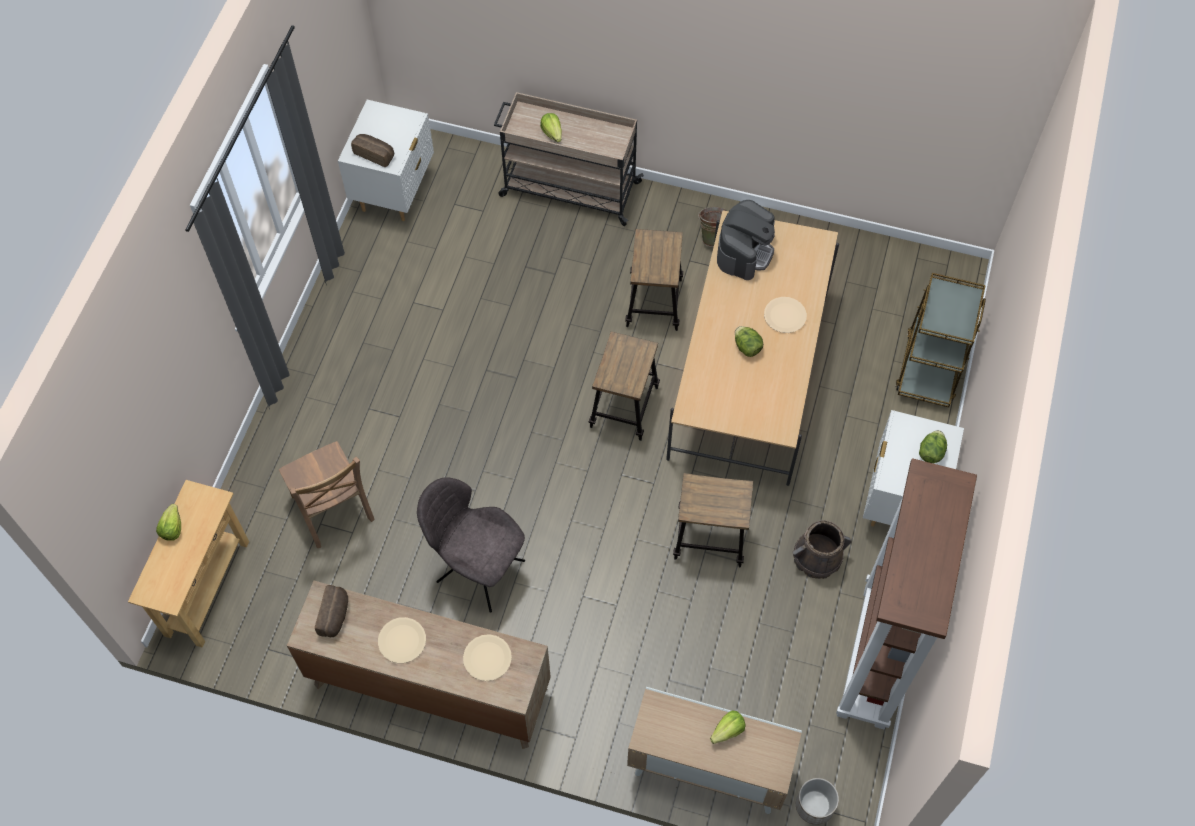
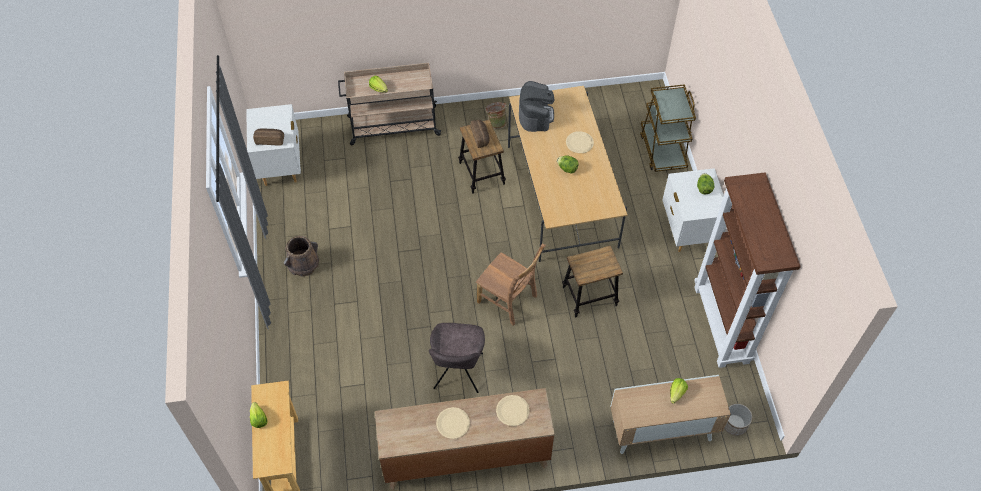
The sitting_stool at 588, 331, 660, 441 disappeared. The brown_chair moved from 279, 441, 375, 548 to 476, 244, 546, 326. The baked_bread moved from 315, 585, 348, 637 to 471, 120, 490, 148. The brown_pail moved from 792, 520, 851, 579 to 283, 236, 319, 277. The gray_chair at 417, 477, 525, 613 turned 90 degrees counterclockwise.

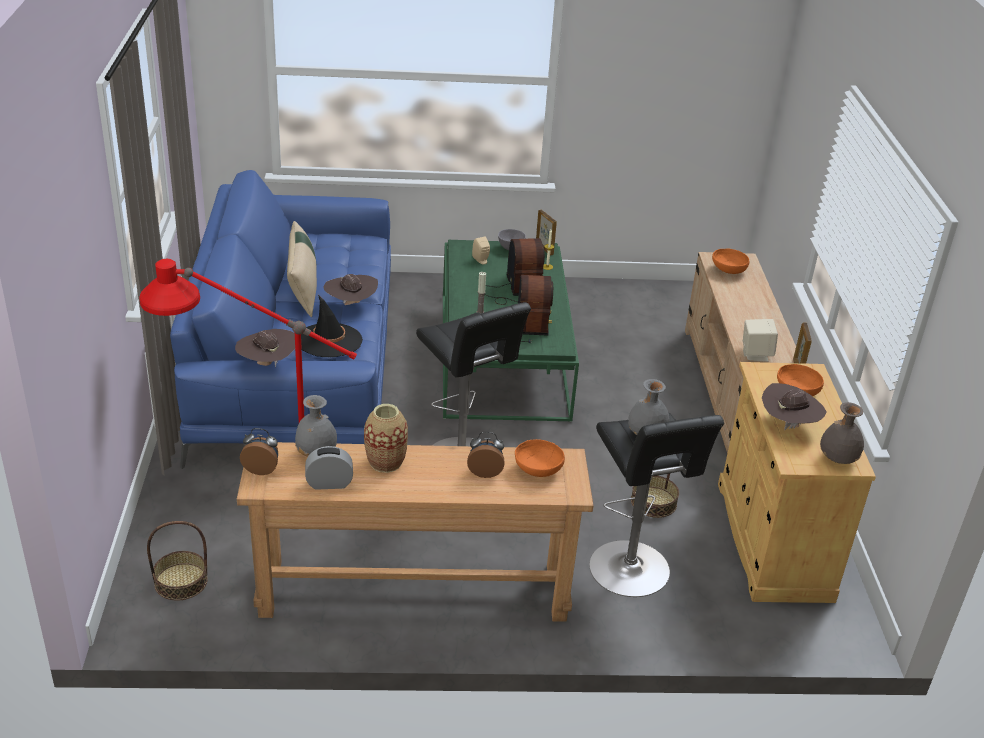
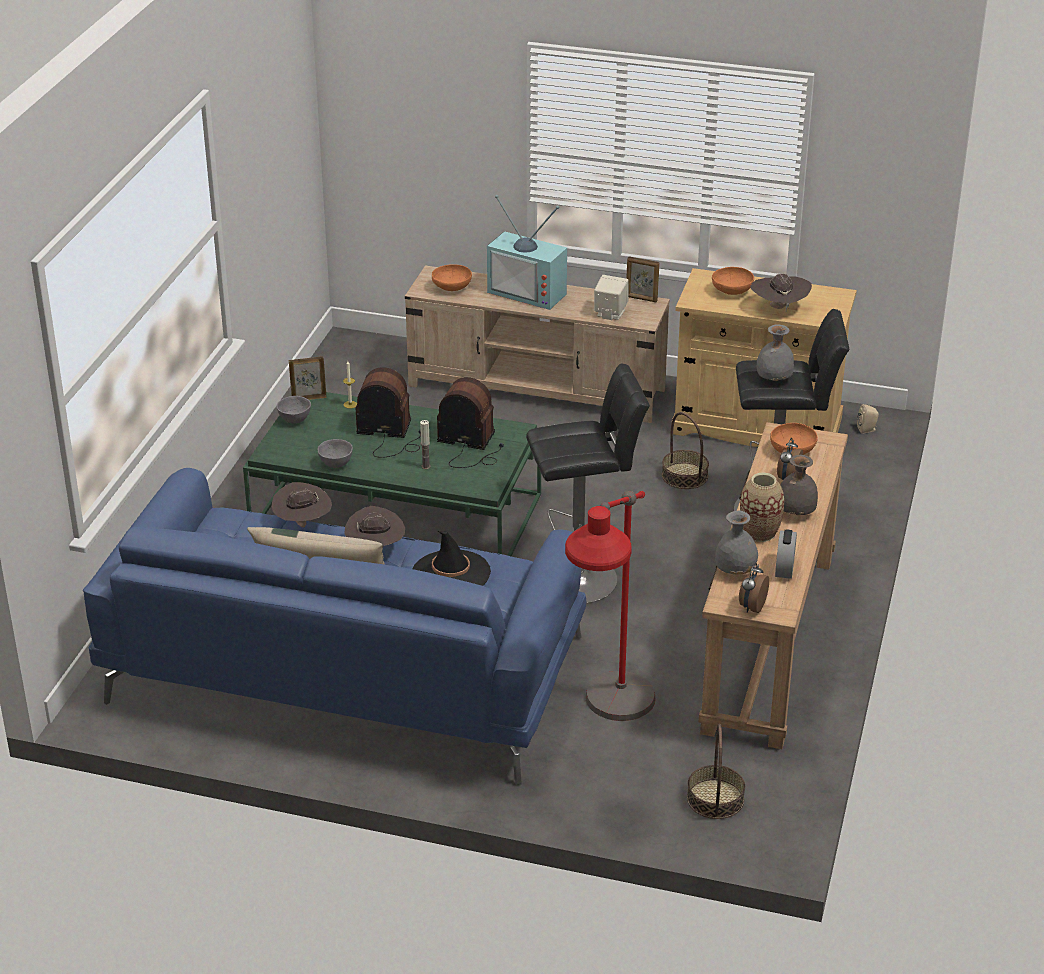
The gray_serving_bowl at 318, 439, 353, 468 appeared. The TV_set at 487, 195, 567, 310 appeared. The brown_clothing_hat moved from 235, 329, 295, 367 to 272, 482, 332, 528. The beige-coloured_speaker moved from 472, 237, 490, 264 to 857, 404, 879, 434. The gray_decorative_vase moved from 820, 402, 864, 464 to 781, 455, 818, 515.

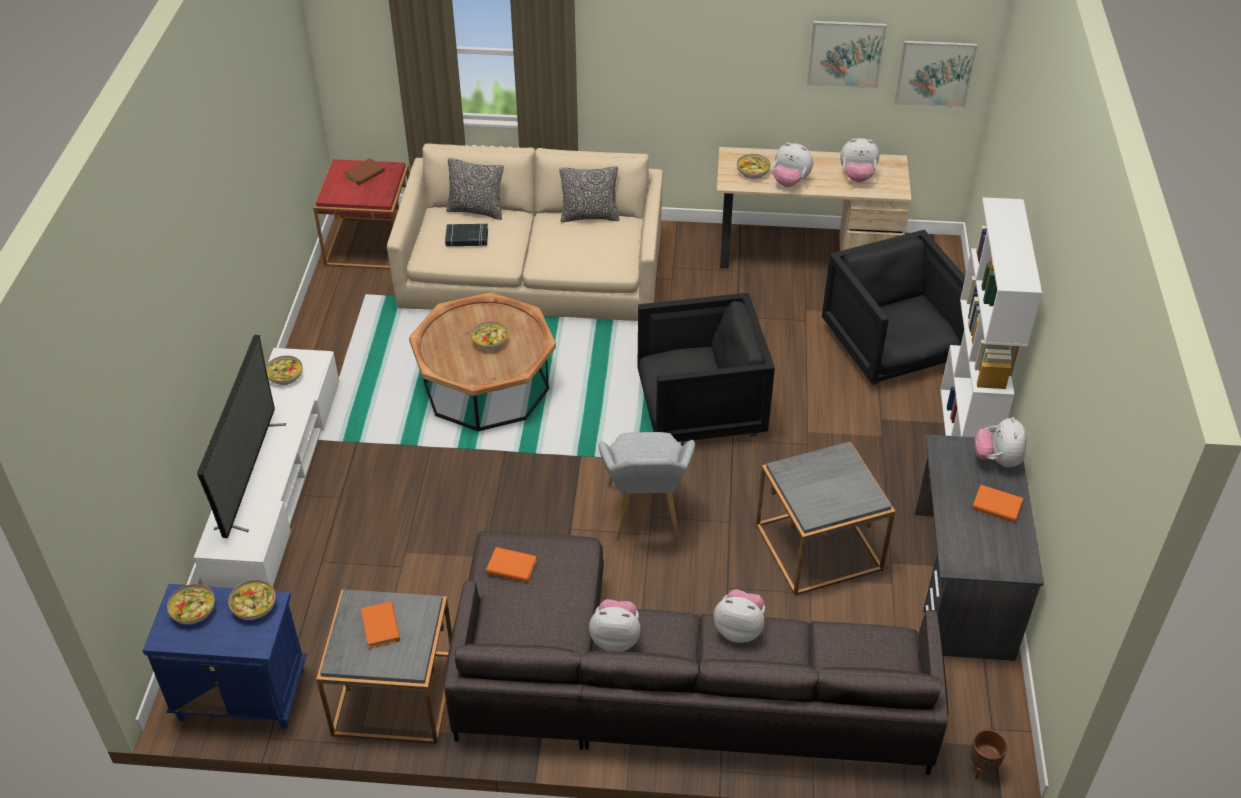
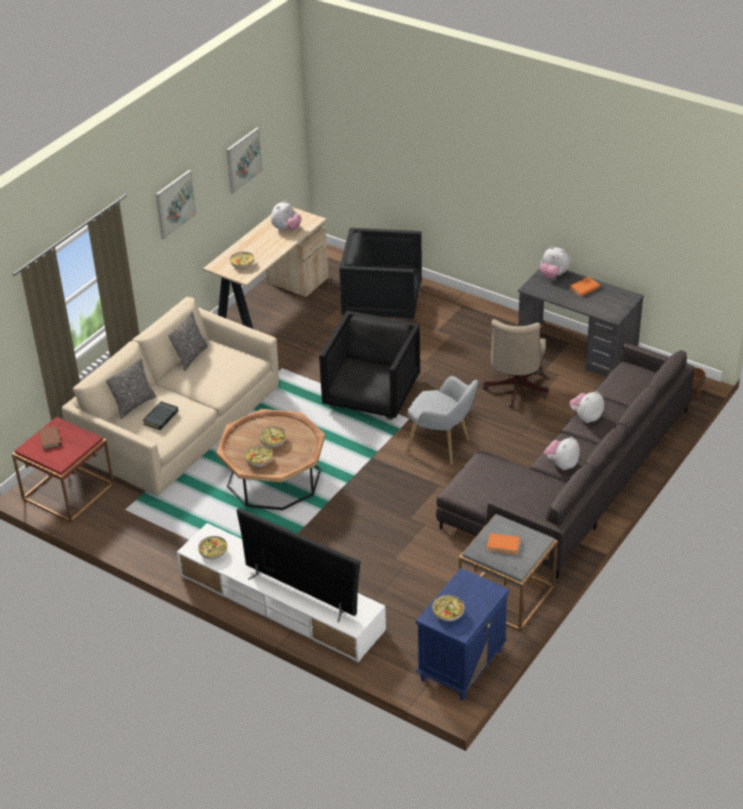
The orange-coloured_volume at 486, 547, 537, 582 disappeared. The plush_toy at 773, 142, 813, 187 disappeared. The white-coloured_shelving_unit at 940, 197, 1042, 438 disappeared. The serving_bowl moved from 228, 580, 276, 620 to 245, 445, 272, 467. The wall_picture moved from 894, 41, 977, 108 to 156, 170, 196, 239. The gray_side_table at 756, 442, 896, 595 was replaced by the beige-coloured_office_chair at 483, 319, 548, 408.

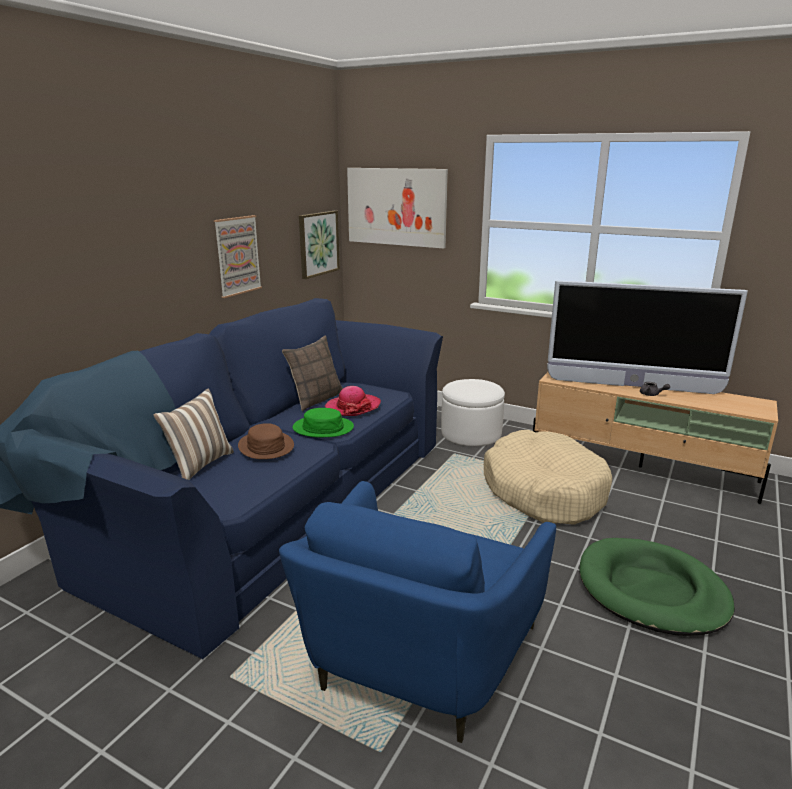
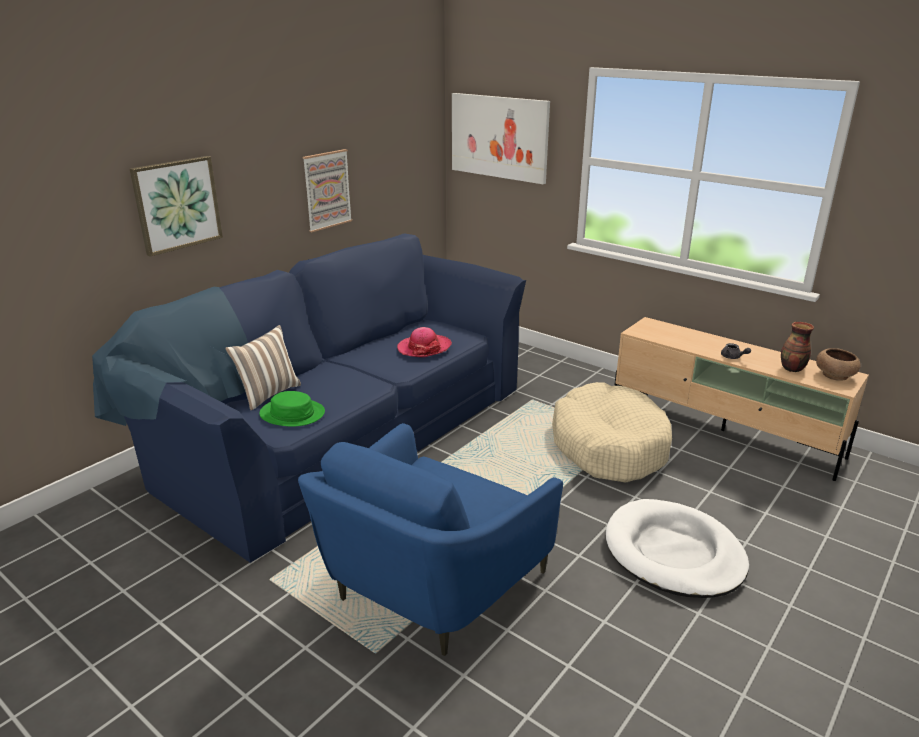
The brown_clothing_hat at 238, 423, 294, 459 disappeared. The throw_pillow at 282, 335, 343, 411 disappeared. The white-coloured_ottoman at 441, 379, 505, 446 disappeared. The TV_set at 547, 280, 748, 394 disappeared. The decorative_vase at 781, 322, 814, 372 appeared. The brown_serving_bowl at 816, 348, 861, 381 appeared. The green_clothing_hat moved from 293, 408, 354, 437 to 259, 391, 325, 427. The wall_picture moved from 299, 211, 340, 279 to 130, 156, 223, 257. The green_dog_bed at 579, 538, 735, 636 became the white-coloured_dog_bed at 606, 499, 749, 598.

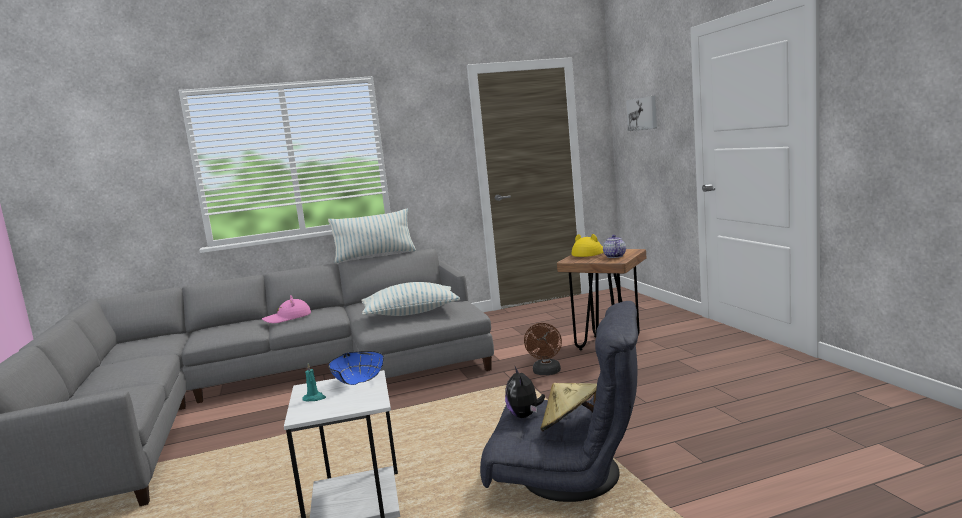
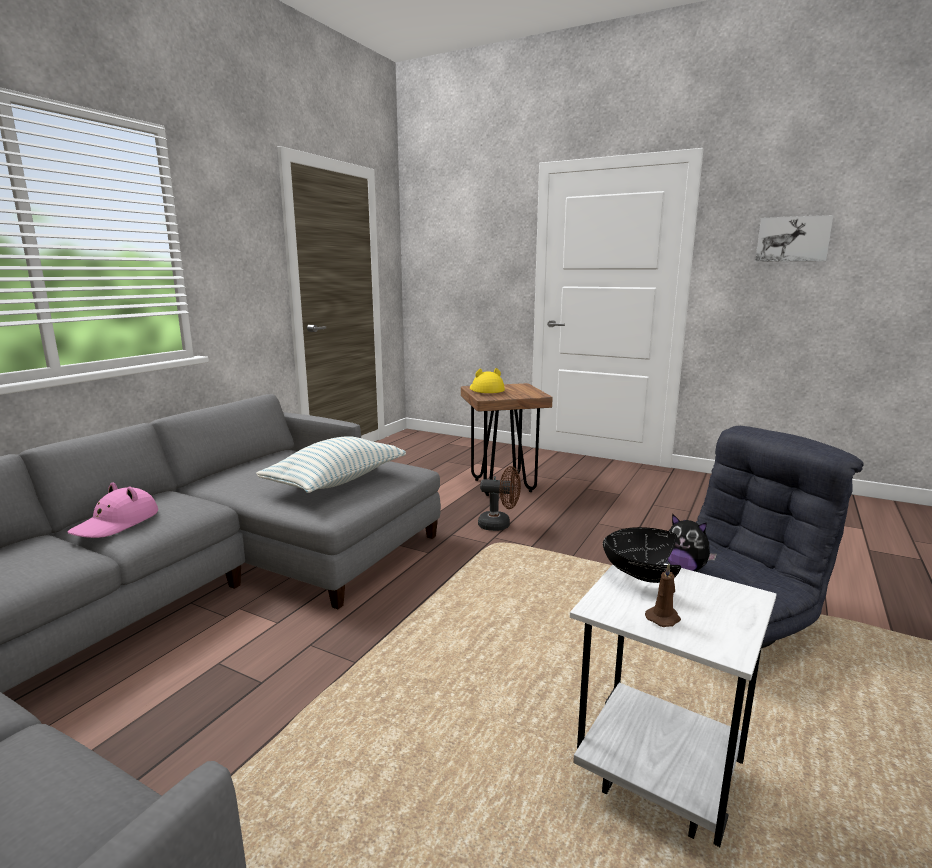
The throw_pillow at 328, 208, 416, 263 disappeared. The beige-coloured_clothing_hat at 540, 383, 597, 431 disappeared. The pot_for_tea at 603, 235, 626, 258 disappeared. The wall_picture moved from 626, 96, 657, 131 to 755, 215, 833, 262. The turquoise-coloured_candle at 302, 363, 326, 401 became the brown_candle at 645, 563, 681, 627. The blue-coloured_serving_bowl at 328, 351, 384, 385 became the black-coloured_serving_bowl at 603, 527, 681, 583. The brown_electric_fan at 524, 323, 562, 375 turned 45 degrees counterclockwise.

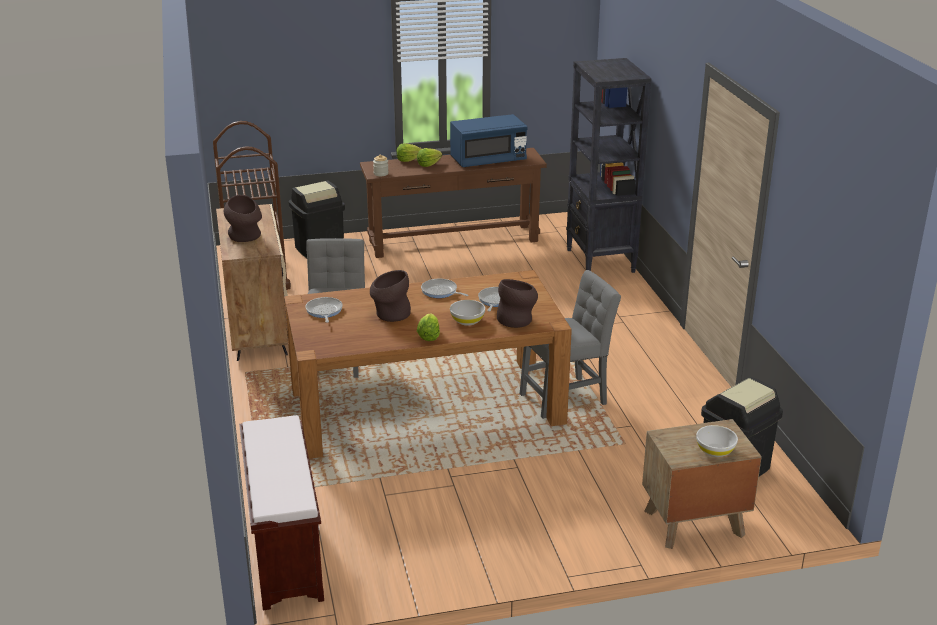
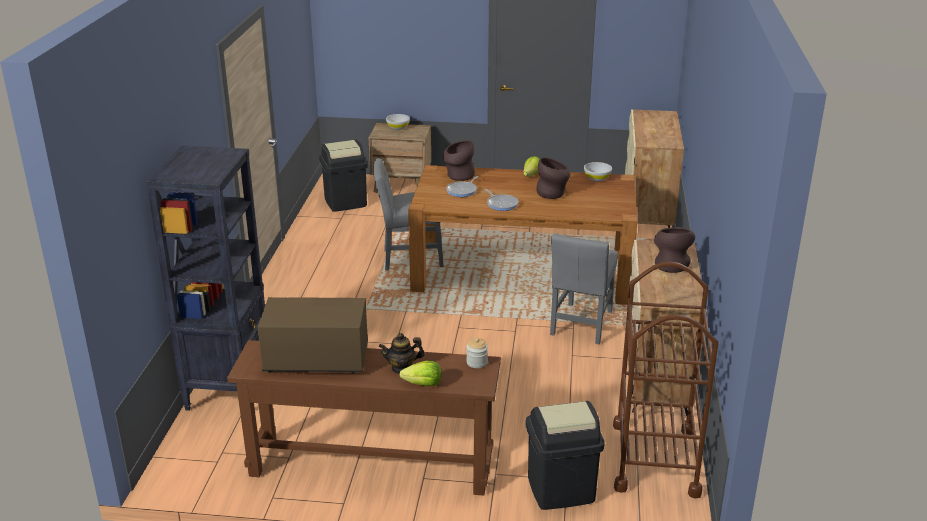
The pan at 305, 297, 343, 323 disappeared. The white-coloured_serving_bowl moved from 450, 300, 485, 326 to 584, 162, 612, 181. The brown_indoor_bench at 239, 415, 324, 610 was replaced by the beige-coloured_cabinet at 625, 110, 684, 228. The lettuce at 417, 148, 442, 167 was replaced by the pot_for_tea at 379, 333, 425, 374. The blue-coloured_microwave_oven at 450, 114, 528, 167 became the brown_microwave_oven at 258, 297, 368, 373.

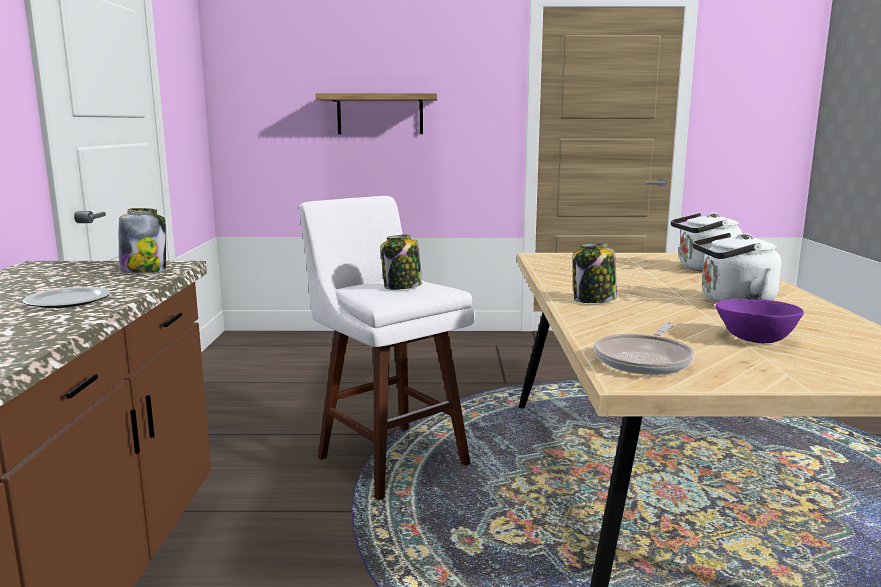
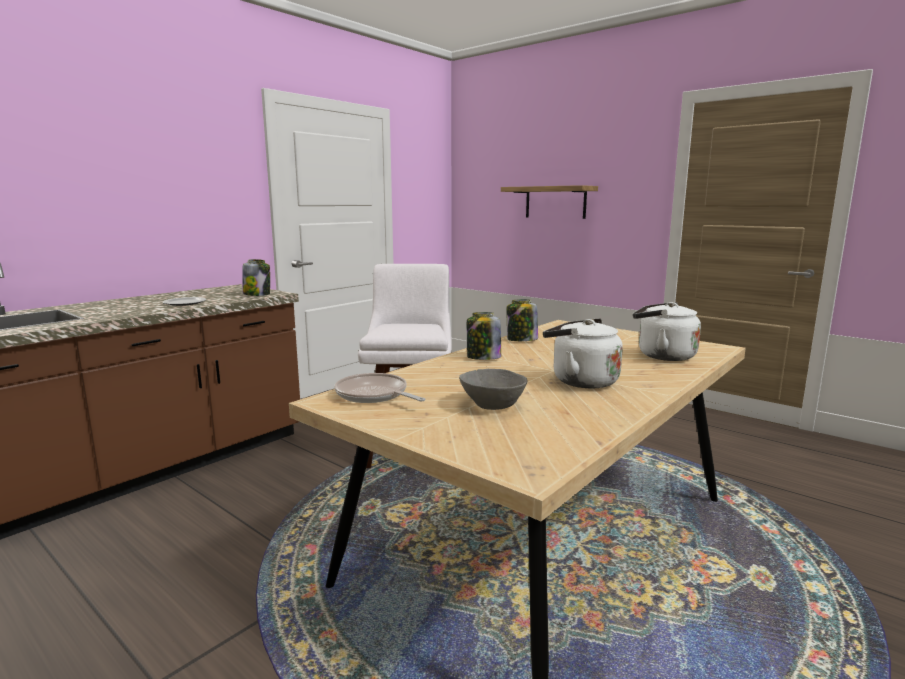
The storage_jar moved from 381, 234, 422, 290 to 506, 299, 538, 341. The purplish_serving_bowl at 716, 298, 804, 343 became the gray_serving_bowl at 459, 369, 528, 410. The pan at 594, 322, 695, 375 turned 60 degrees clockwise.

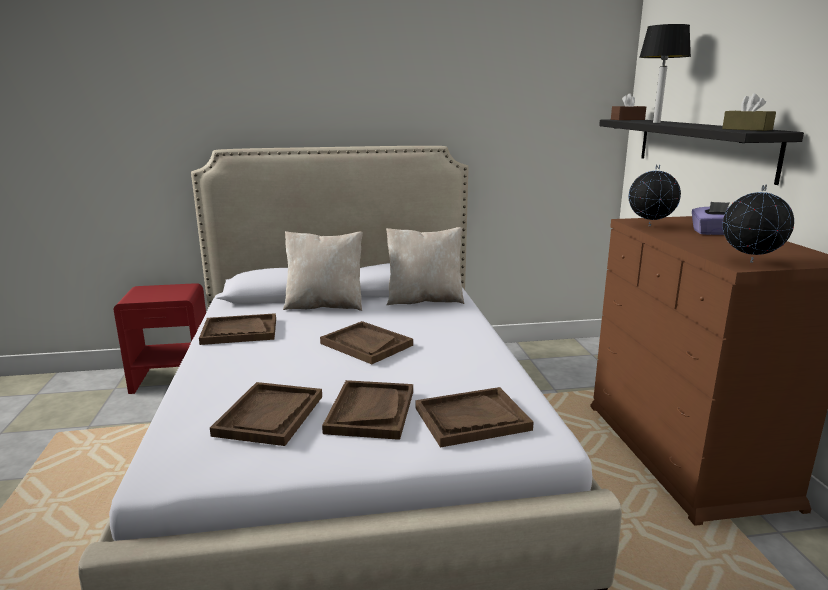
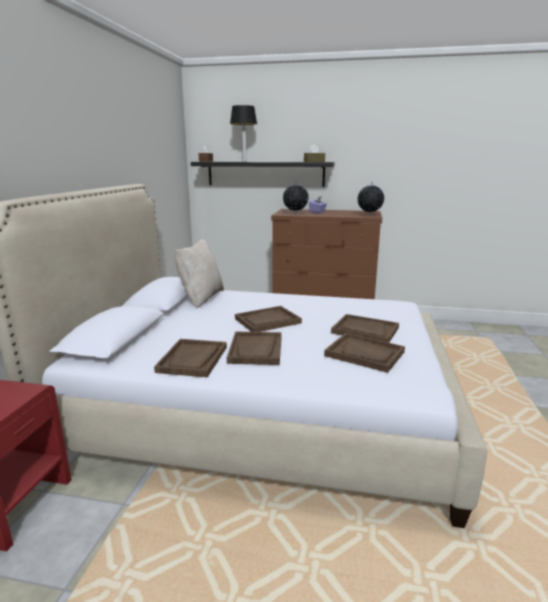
The beige-coloured_throw_pillow at 283, 231, 363, 311 disappeared. The brown_serving_tray moved from 415, 387, 533, 448 to 227, 332, 282, 365.

